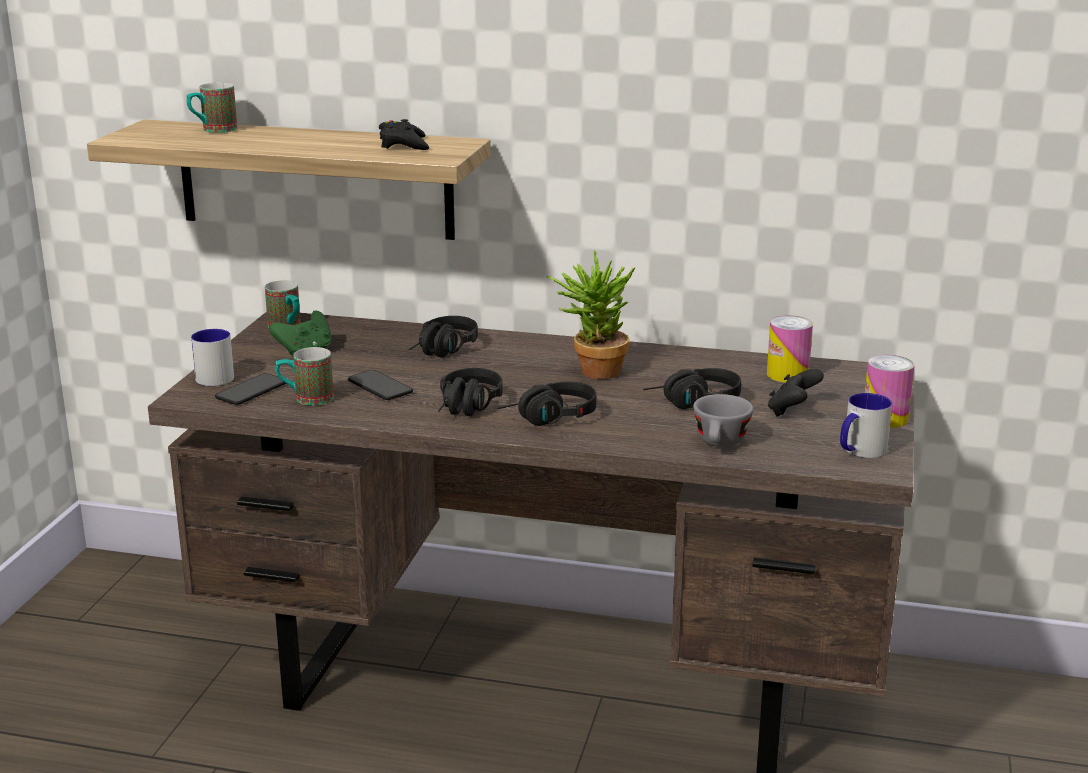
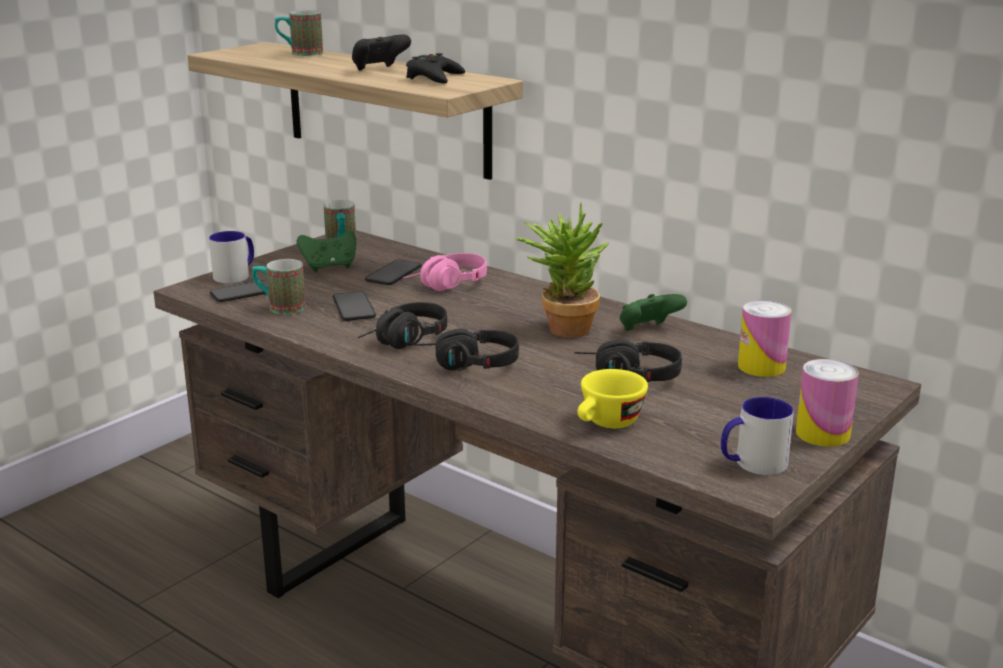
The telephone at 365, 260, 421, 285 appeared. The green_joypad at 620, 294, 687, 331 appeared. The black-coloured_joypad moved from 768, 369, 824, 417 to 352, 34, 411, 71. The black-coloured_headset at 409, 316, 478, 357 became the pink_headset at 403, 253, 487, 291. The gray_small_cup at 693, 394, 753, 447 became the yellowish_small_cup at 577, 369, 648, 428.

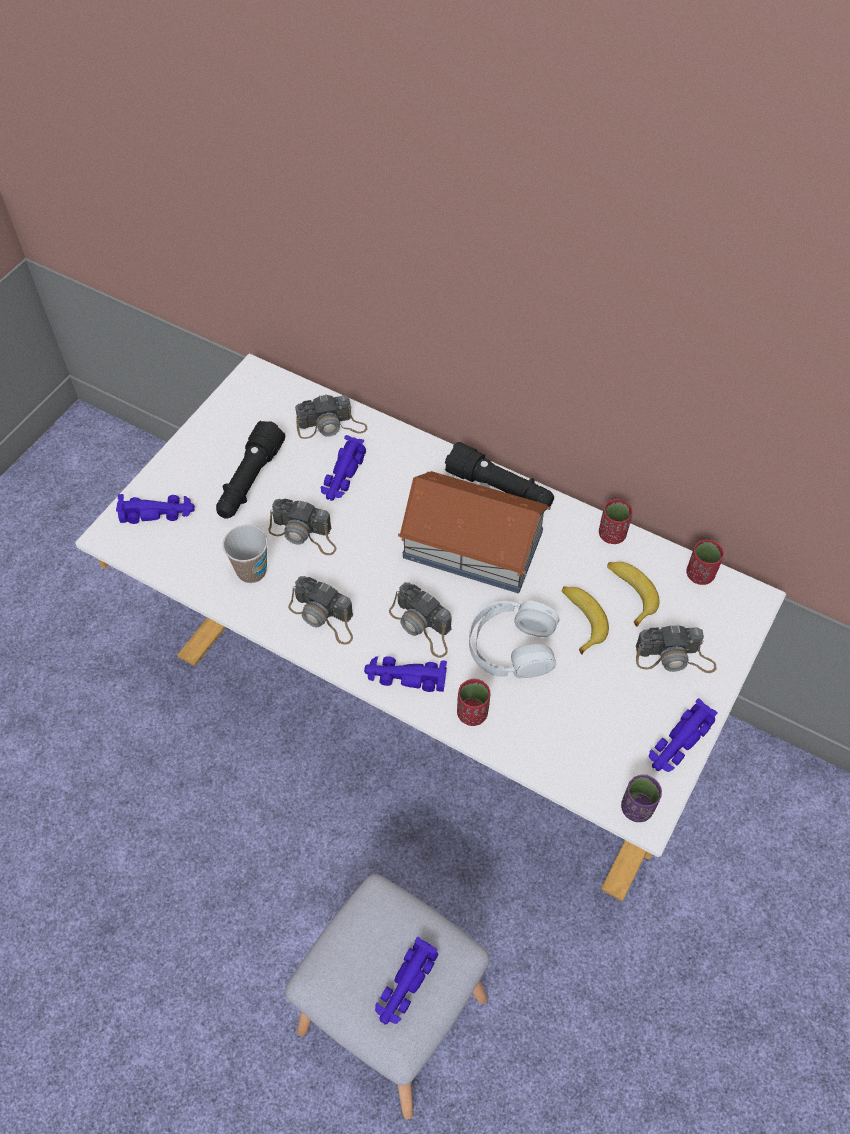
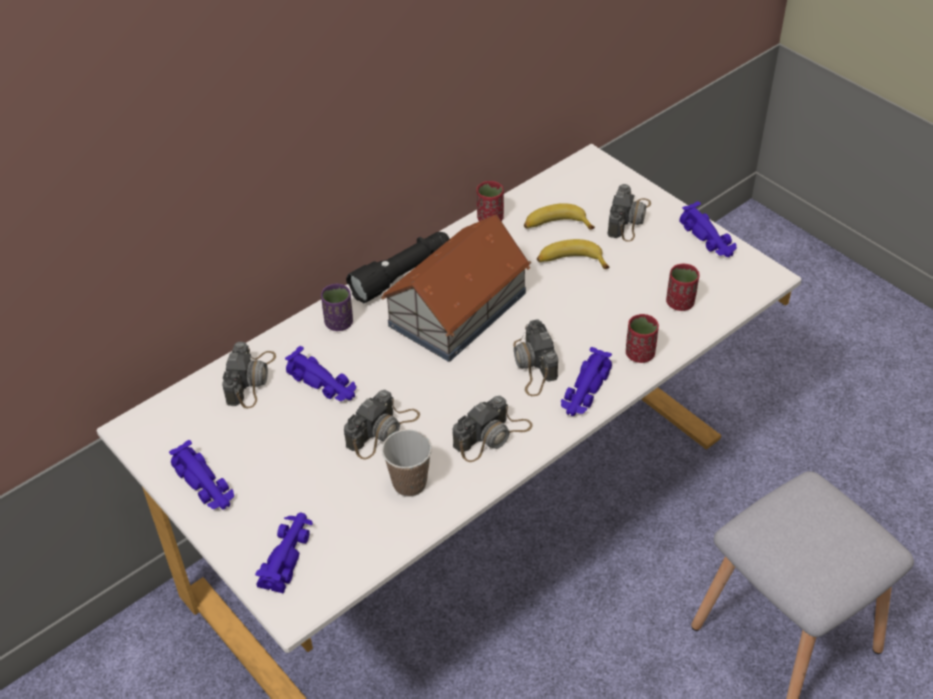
The black-coloured_flashlight at 216, 421, 285, 519 disappeared. The white-coloured_headset at 469, 601, 560, 679 disappeared. The purplish_toy_car moved from 375, 937, 438, 1024 to 169, 440, 234, 509. The purplish_small_cup moved from 621, 775, 662, 822 to 321, 284, 353, 331. The red-coloured_small_cup moved from 686, 540, 724, 585 to 666, 264, 699, 311. The still_camera at 389, 582, 452, 658 turned 105 degrees clockwise.

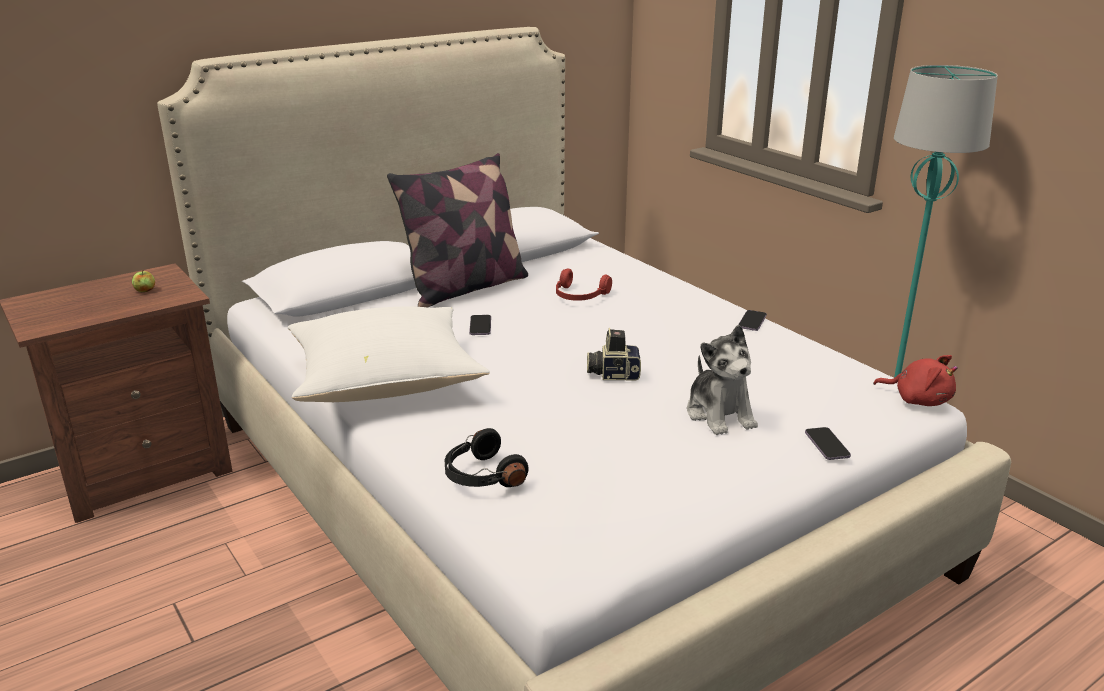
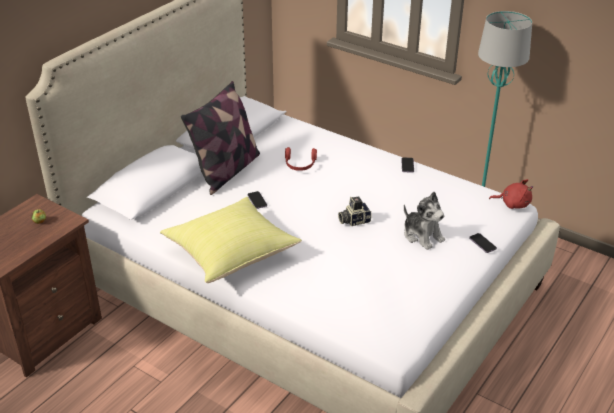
The black-coloured_headset at 444, 428, 528, 487 disappeared. The white-coloured_throw_pillow at 288, 306, 490, 402 became the yellowish_throw_pillow at 160, 197, 302, 283.

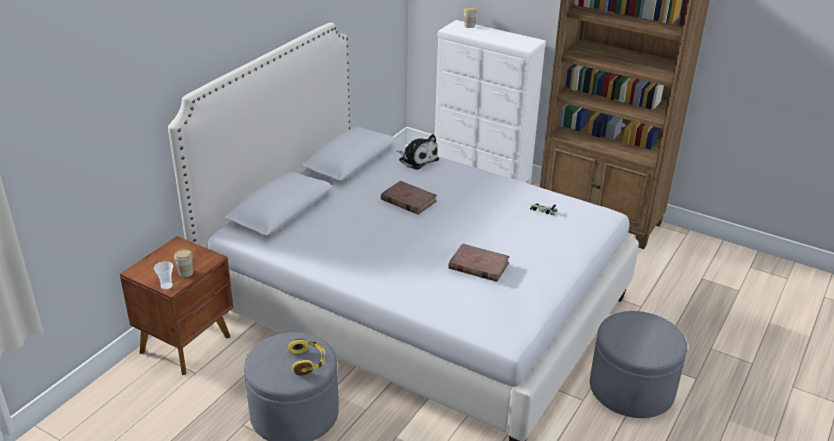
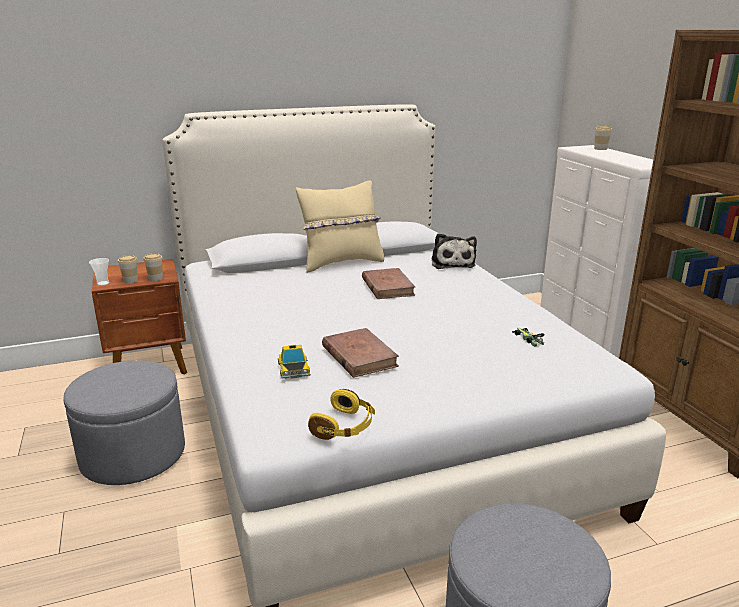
The small_cup at 143, 253, 163, 281 appeared. The toy_car at 278, 345, 311, 379 appeared. The beige-coloured_throw_pillow at 296, 181, 384, 273 appeared. The yellowish_headset moved from 288, 339, 325, 375 to 308, 389, 375, 440.

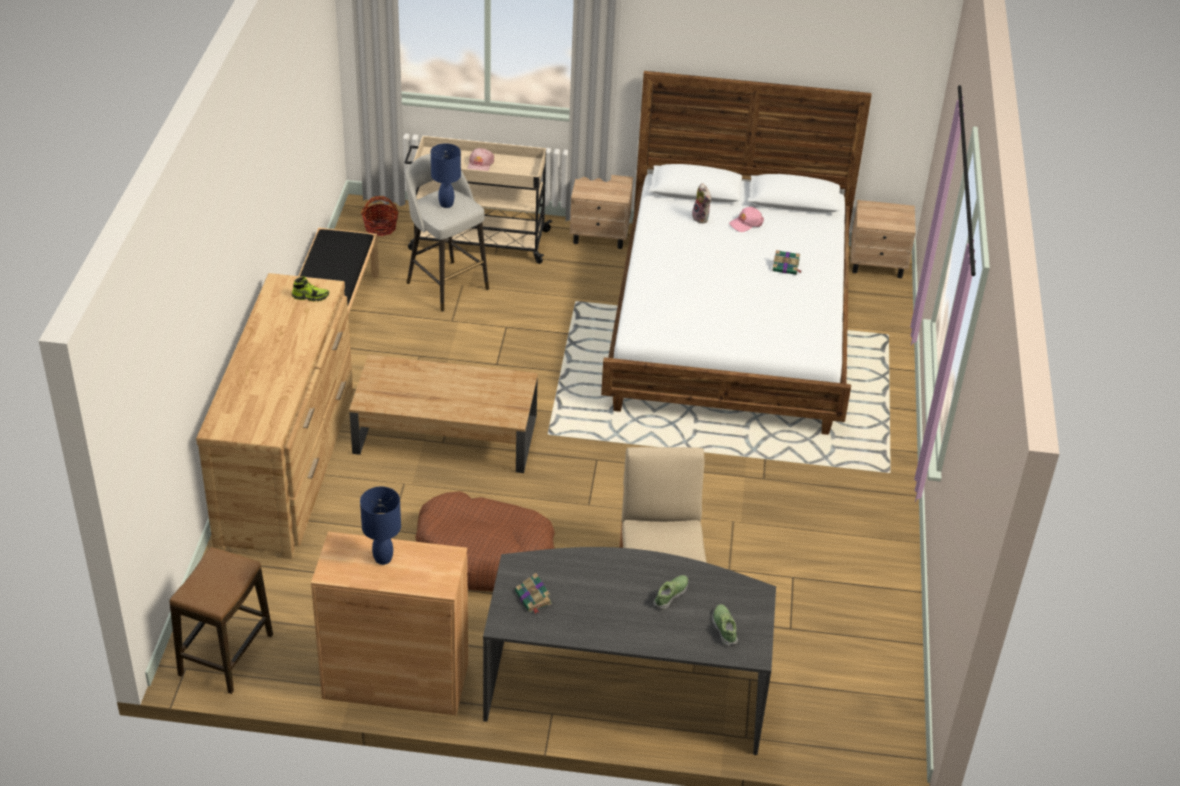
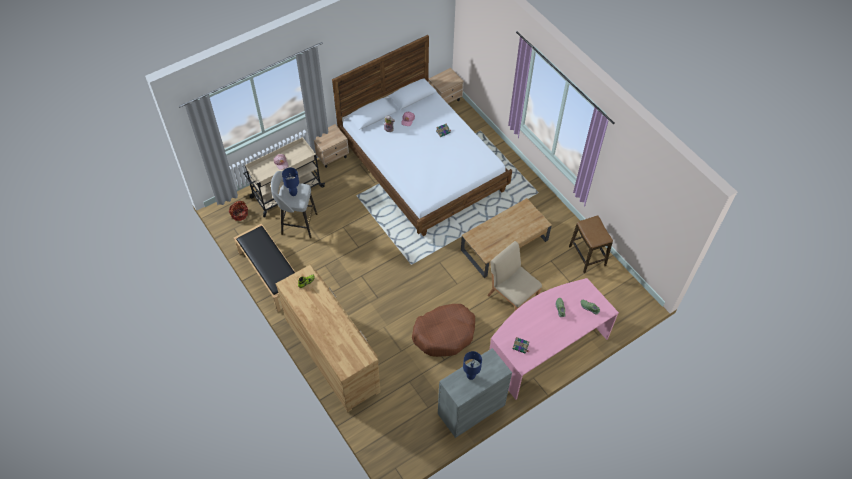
The sitting_stool moved from 169, 547, 273, 694 to 569, 215, 613, 273. The brown_coffee_table moved from 349, 355, 538, 473 to 461, 198, 552, 278. The brown_cabinet at 311, 531, 468, 715 became the gray_cabinet at 438, 348, 512, 438. The gray_desk_table at 483, 547, 776, 755 became the pink_desk_table at 489, 278, 619, 400.

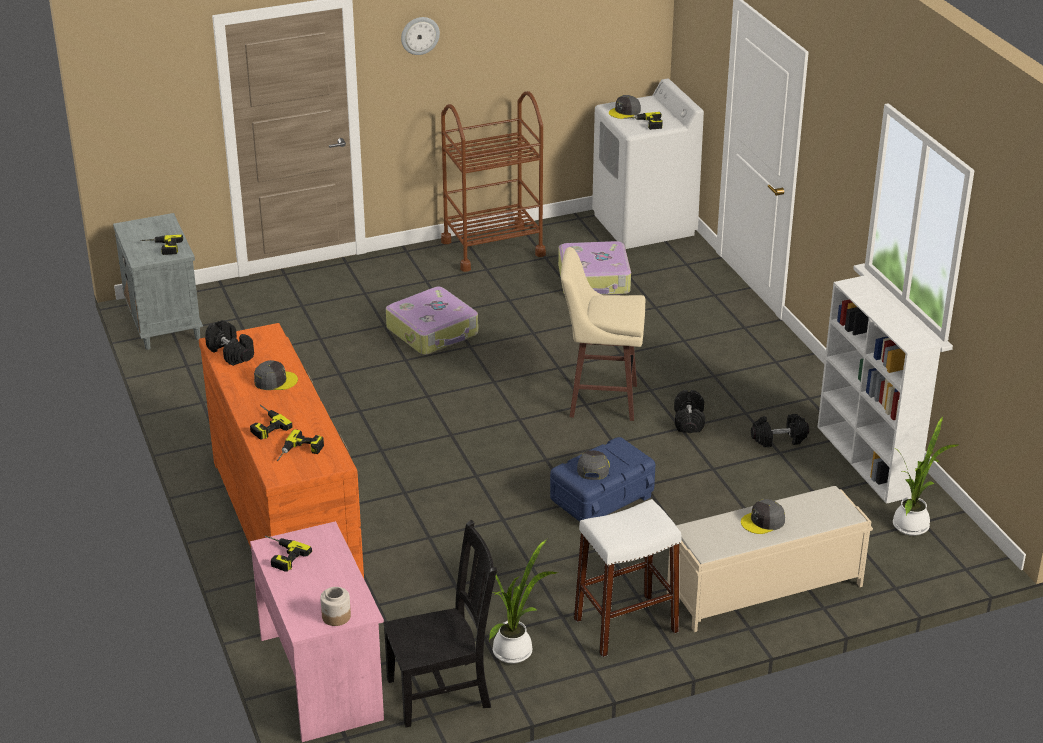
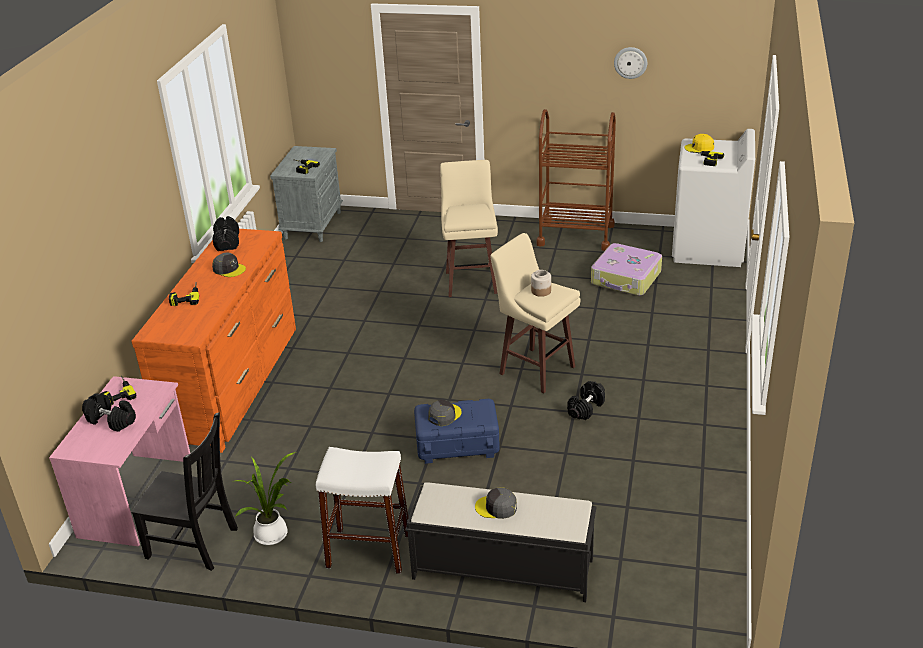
The power_drill at 277, 429, 324, 461 disappeared. The white-coloured_shelving_unit at 818, 275, 941, 504 disappeared. The potted_plant at 893, 417, 958, 536 disappeared. The storage_jar moved from 320, 587, 351, 626 to 531, 270, 551, 297. The wall_clock moved from 401, 17, 440, 55 to 614, 47, 647, 79. The black-coloured_hand_weight moved from 751, 414, 809, 447 to 82, 393, 136, 432. The travel_case at 386, 287, 478, 355 was replaced by the beige-coloured_sitting_stool at 440, 160, 498, 297. The gray_cap at 609, 95, 641, 119 became the yellowish_cap at 685, 134, 714, 153. The beige-coloured_indoor_bench at 667, 486, 873, 632 became the black-coloured_indoor_bench at 405, 482, 596, 602.

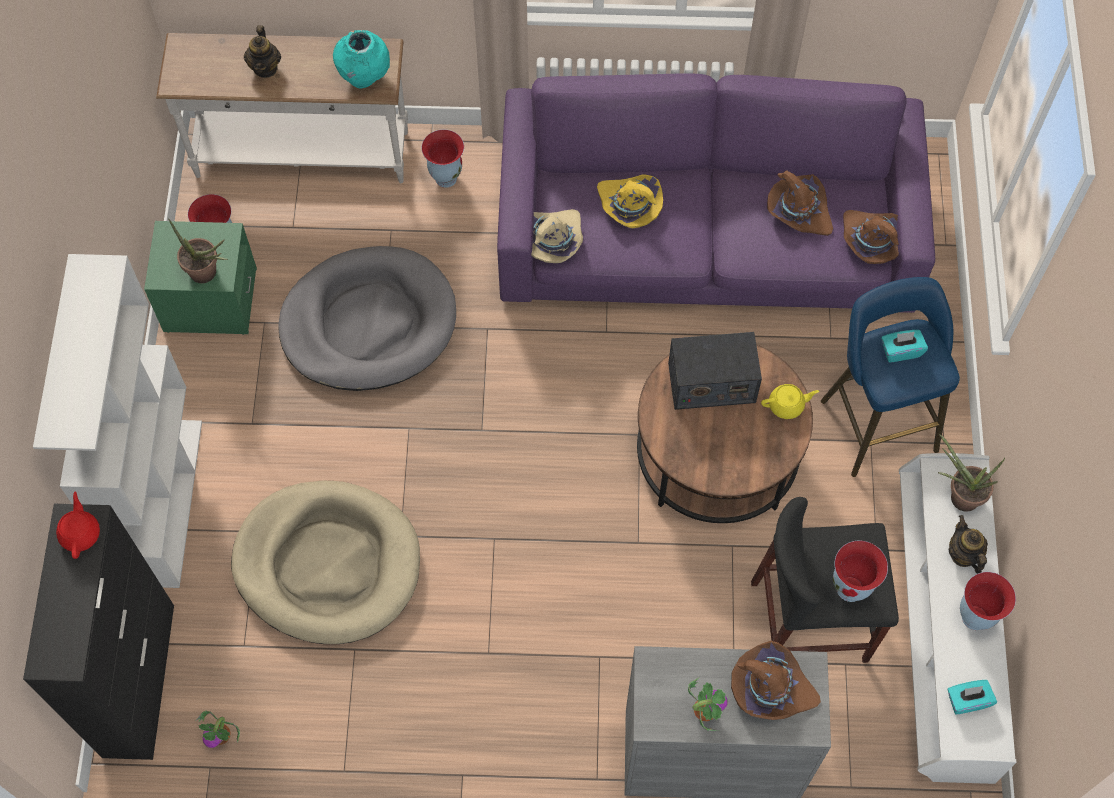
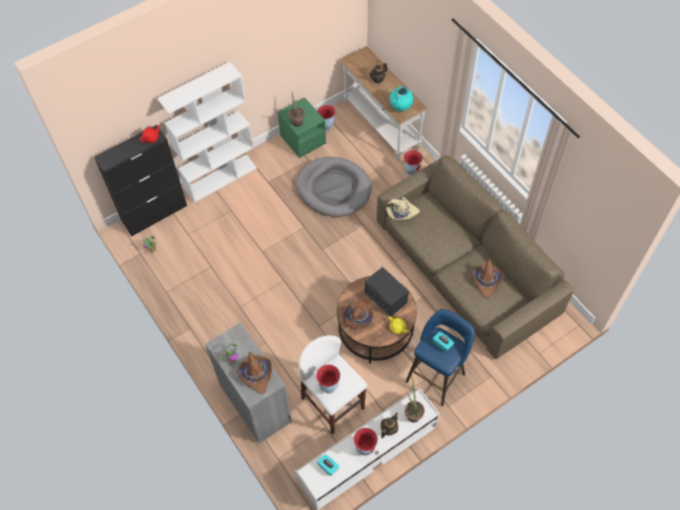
The beige-coloured_dog_bed at 231, 481, 420, 644 disappeared. The yellowish_clothing_hat at 597, 174, 663, 228 disappeared. The brown_clothing_hat moved from 843, 210, 899, 264 to 342, 300, 373, 329. The purplish_settee at 497, 73, 935, 313 became the brown_settee at 377, 156, 574, 359. The black-coloured_sitting_stool at 751, 497, 899, 663 became the white-coloured_sitting_stool at 299, 335, 367, 434.

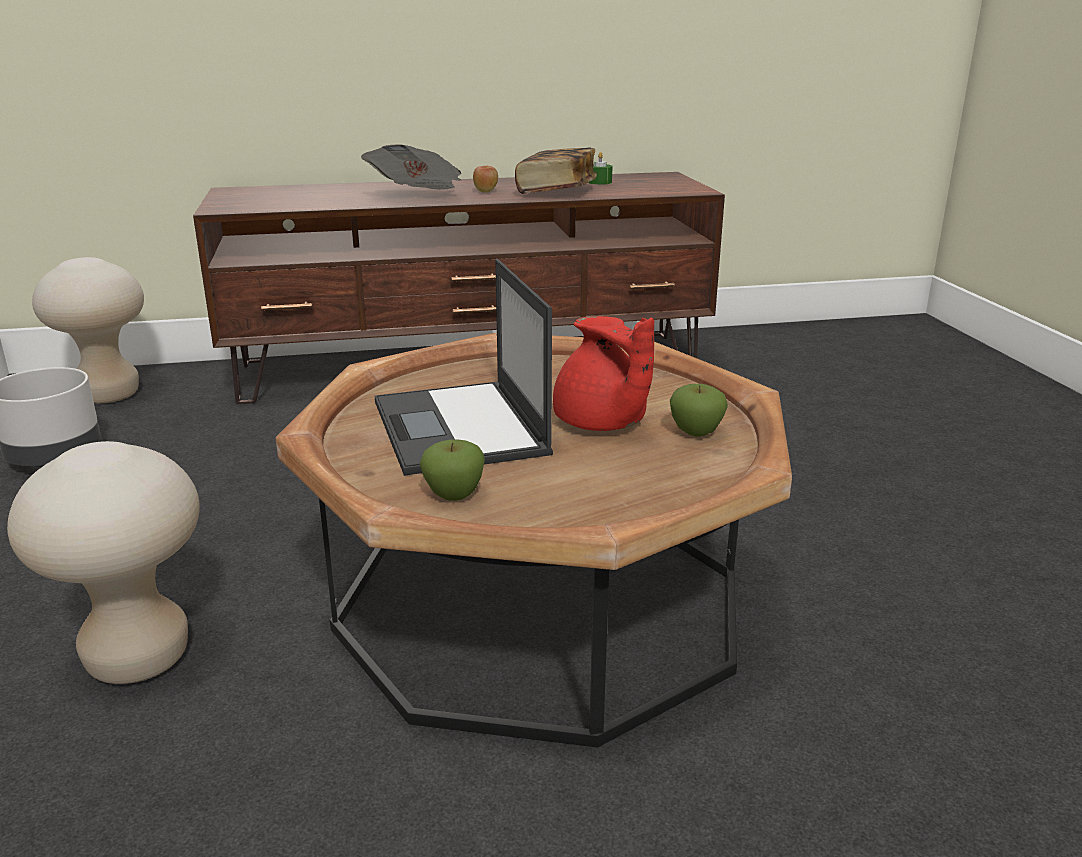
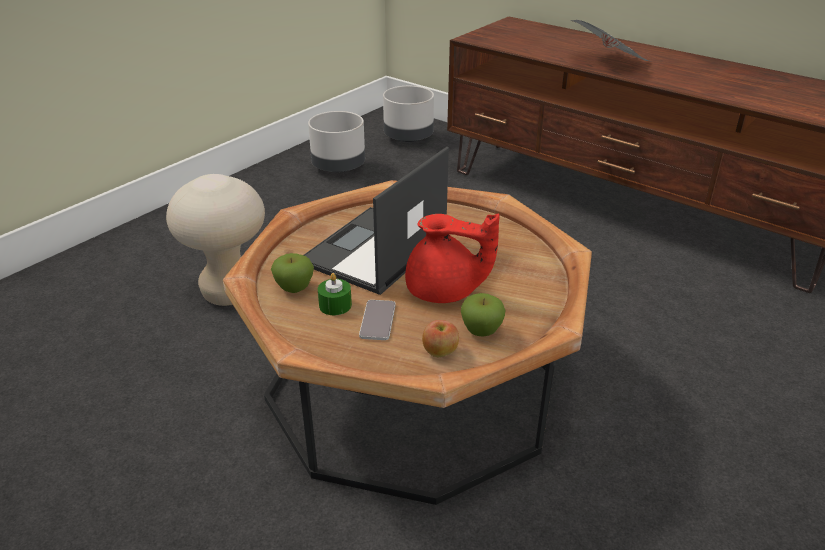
The volume at 515, 148, 597, 194 disappeared. The telephone at 359, 300, 395, 340 appeared. The whole_apple moved from 473, 166, 498, 193 to 422, 320, 459, 357. The green_candle moved from 588, 152, 612, 185 to 318, 273, 352, 315. The beige-coloured_sitting_stool at 32, 257, 144, 404 was replaced by the gray_plant_pot at 383, 86, 434, 142. The red-coloured_pot_for_tea at 553, 316, 654, 431 turned 90 degrees counterclockwise.

